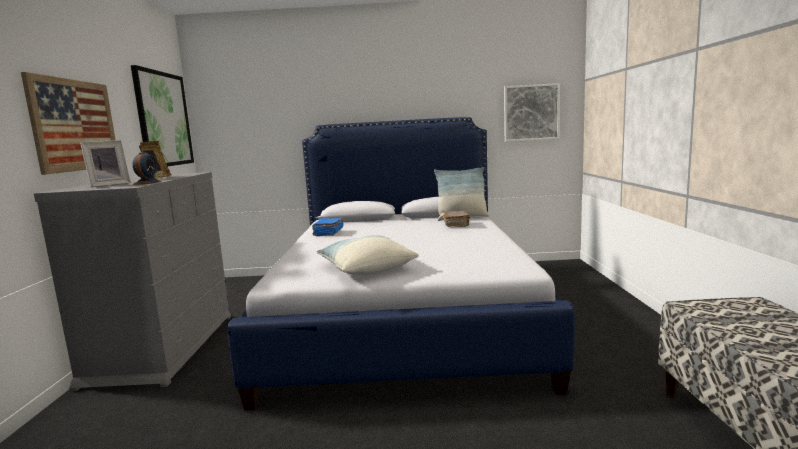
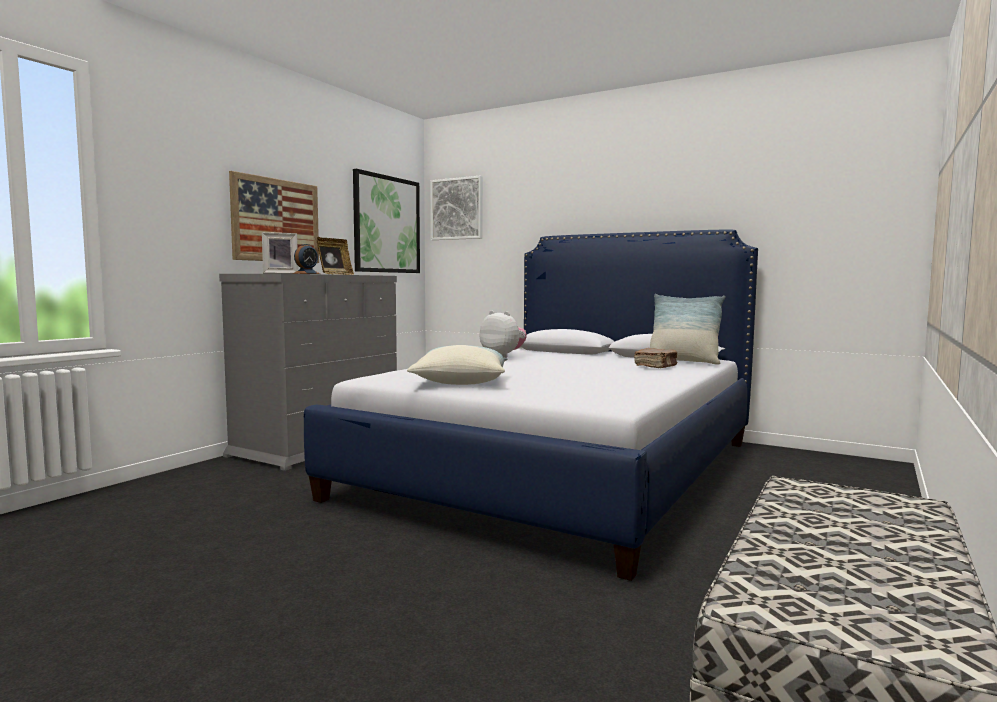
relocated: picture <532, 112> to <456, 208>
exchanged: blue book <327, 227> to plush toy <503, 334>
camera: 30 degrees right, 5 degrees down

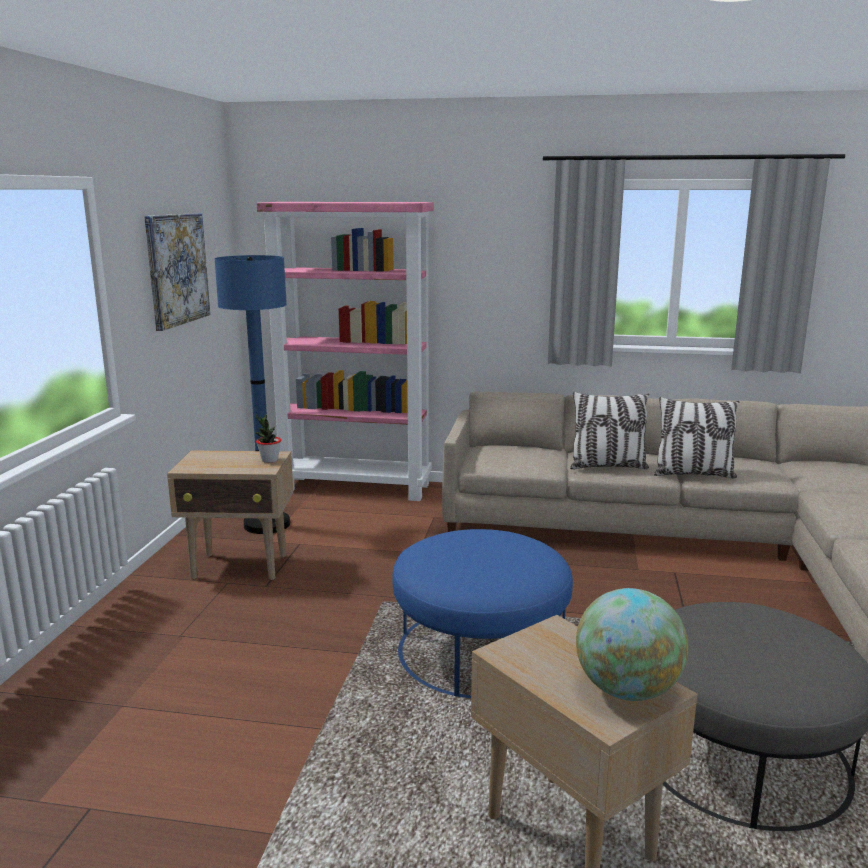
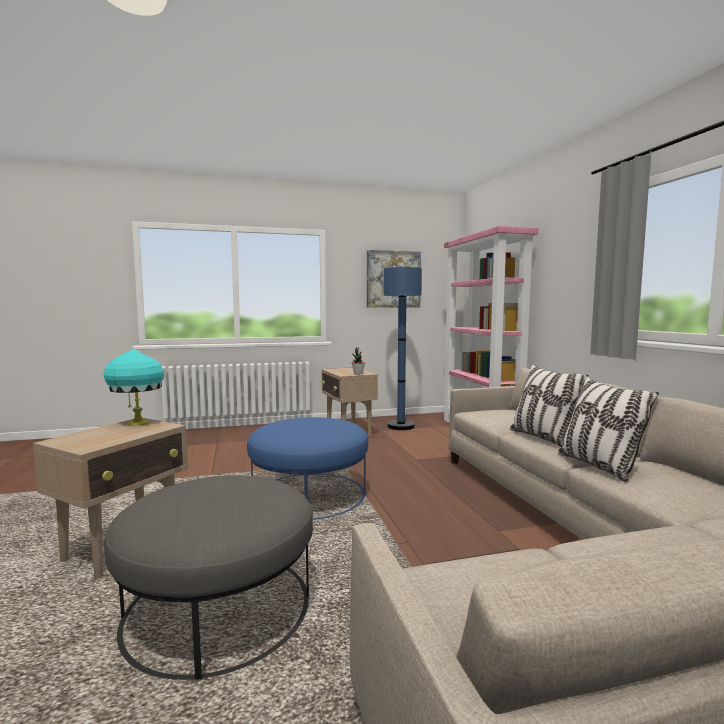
missing: globe <632, 644>
appeared: turquoise table lamp <134, 387>
camera: 65 degrees right, 10 degrees down

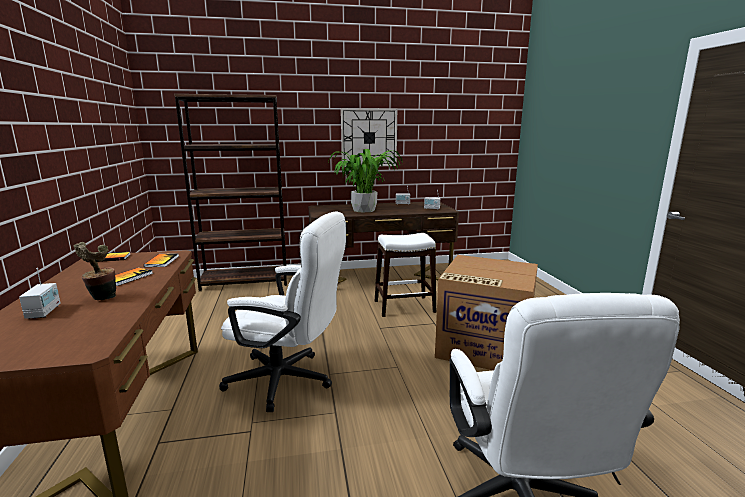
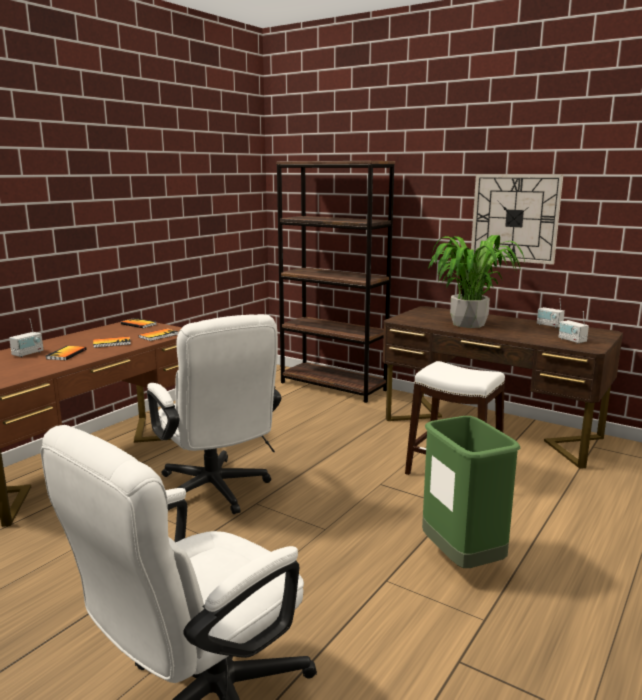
exchanged: potted plant <95, 271> to book <66, 353>; cardboard box <486, 312> to green trash can <471, 492>
camera: 45 degrees right, 0 degrees up

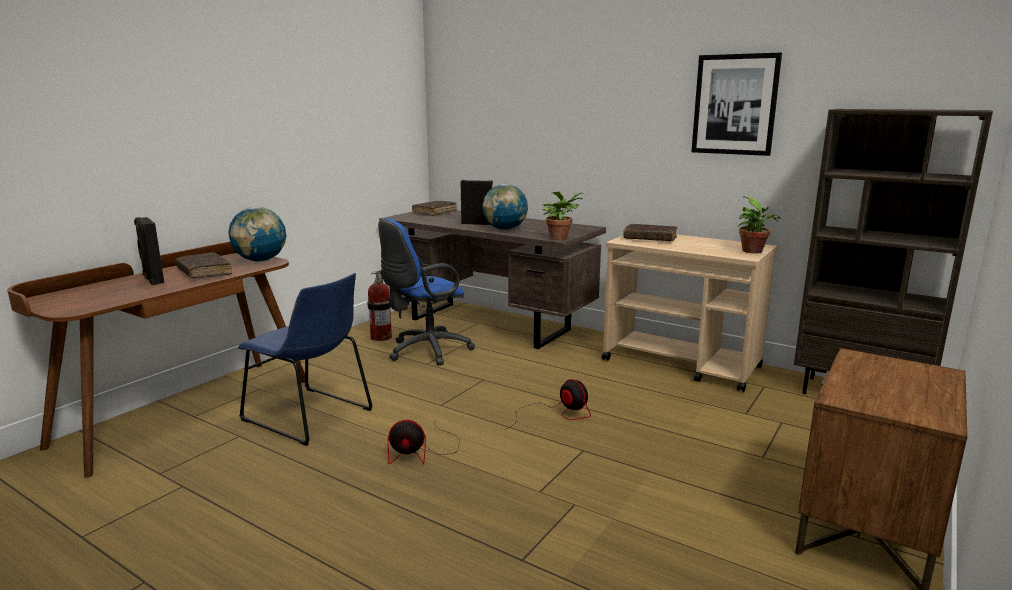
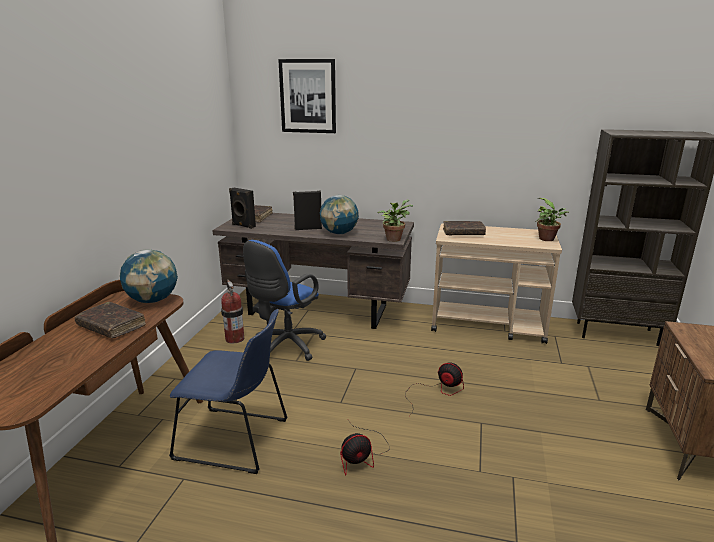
relocated: black speaker <149, 251> to <242, 208>; picture <736, 104> to <307, 96>
camera: 20 degrees left, 5 degrees up

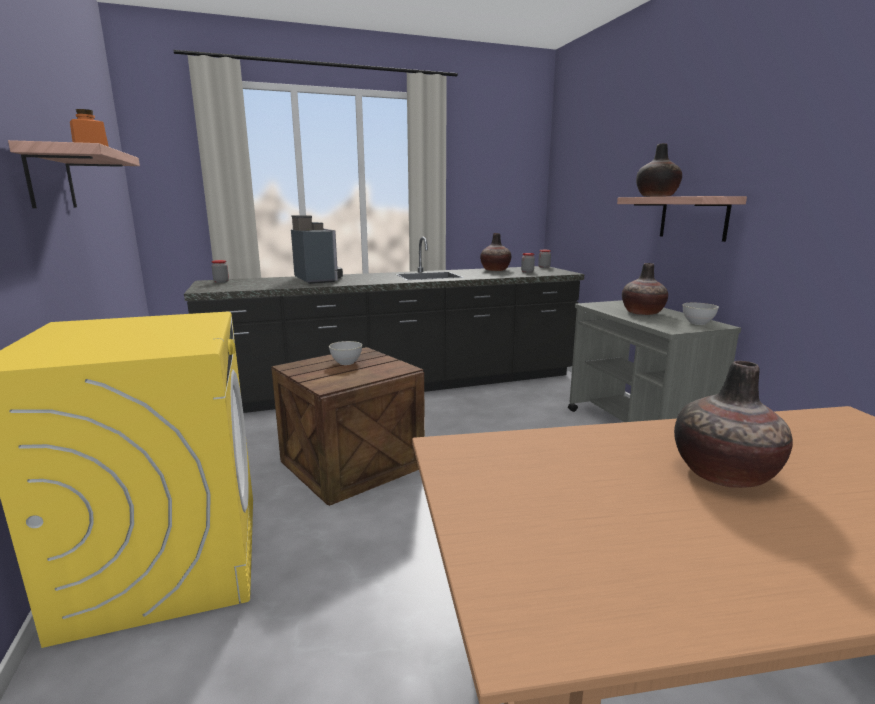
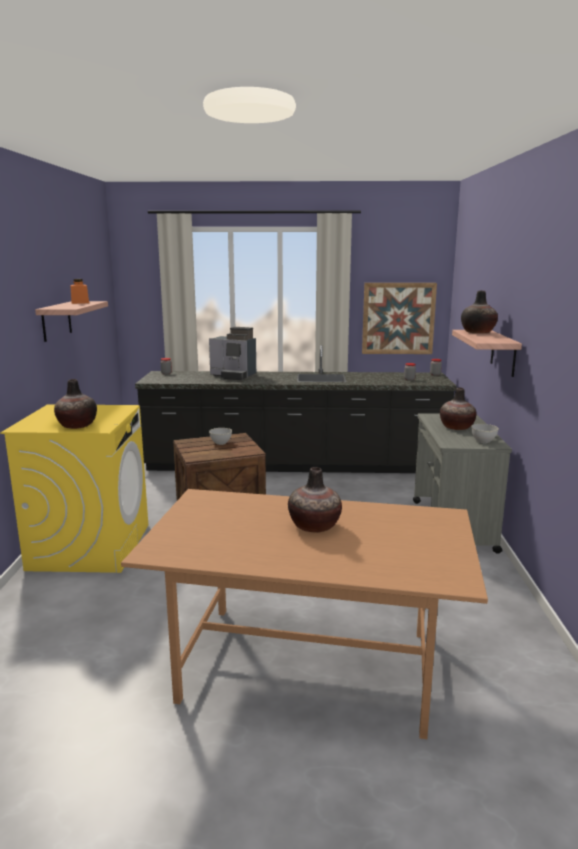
appeared: picture <399, 318>
relocated: vase <495, 252> to <75, 404>
spun: coffee machine <317, 249> = <232, 353> 120 degrees clockwise
camera: 20 degrees right, 0 degrees up

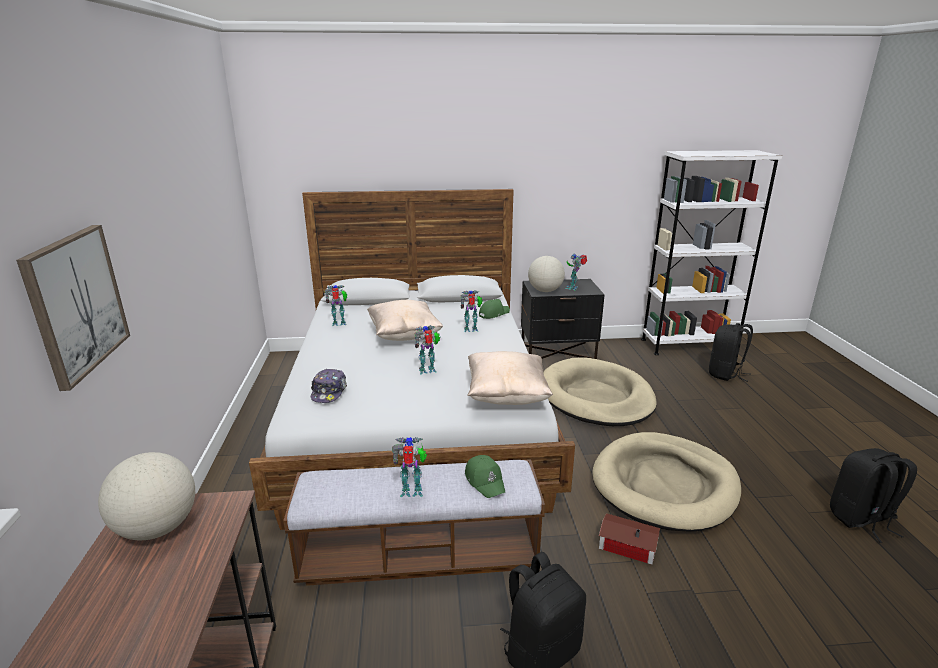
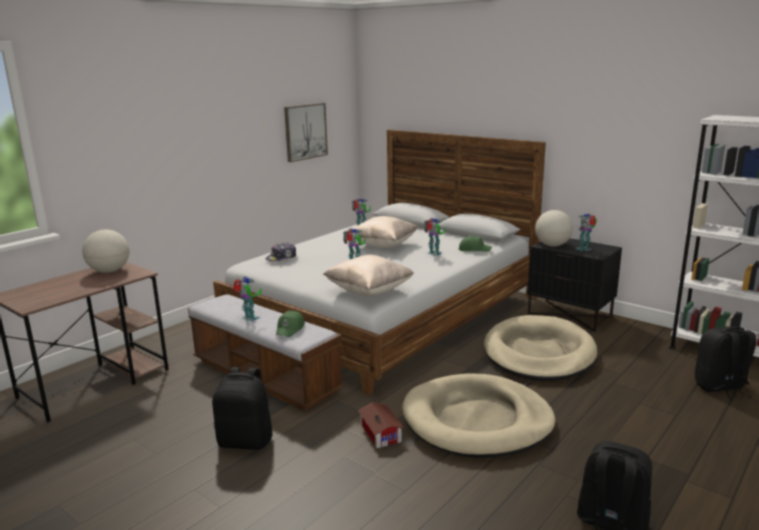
relocated: picture <73, 308> to <306, 132>
camera: 45 degrees right, 5 degrees down

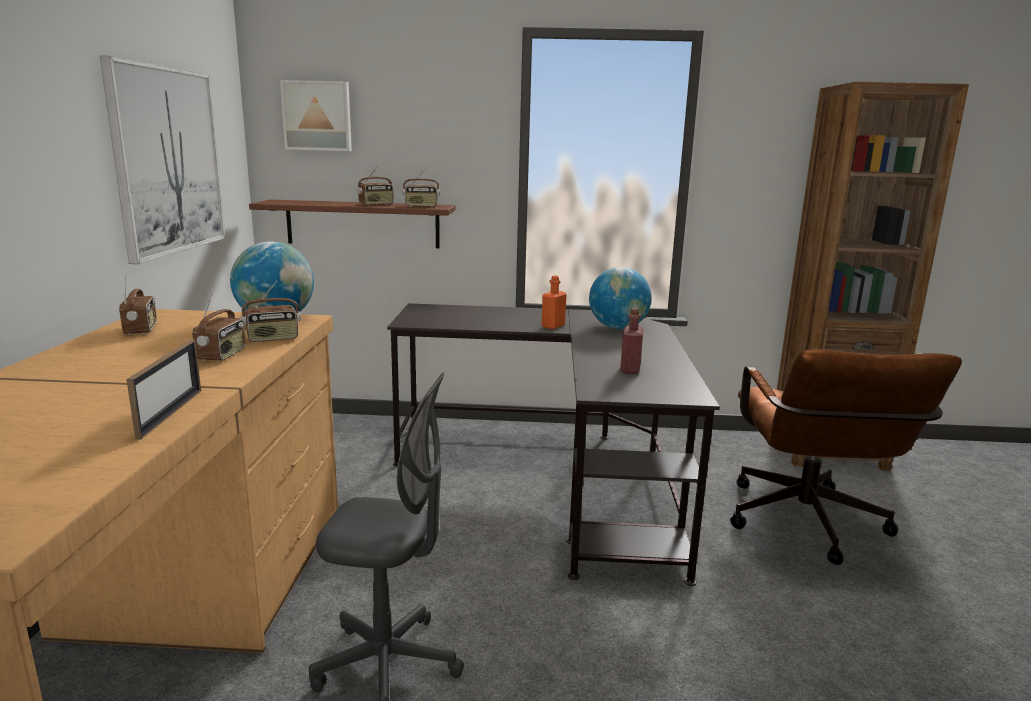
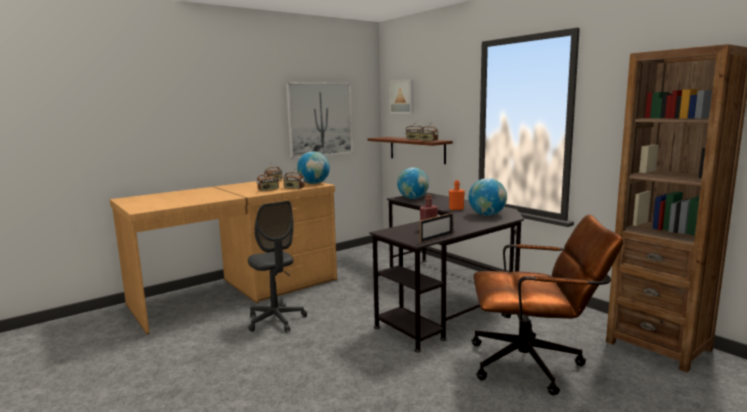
appeared: globe <413, 183>
relocated: picture frame <163, 390> to <436, 228>
spun: brown office chair <846, 457> = <547, 304> 135 degrees counterclockwise
camera: 50 degrees right, 5 degrees down

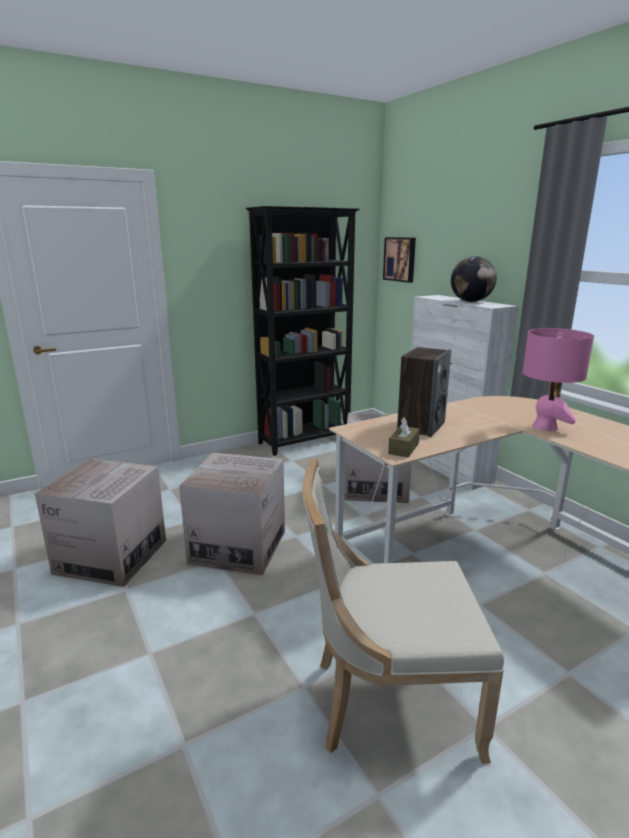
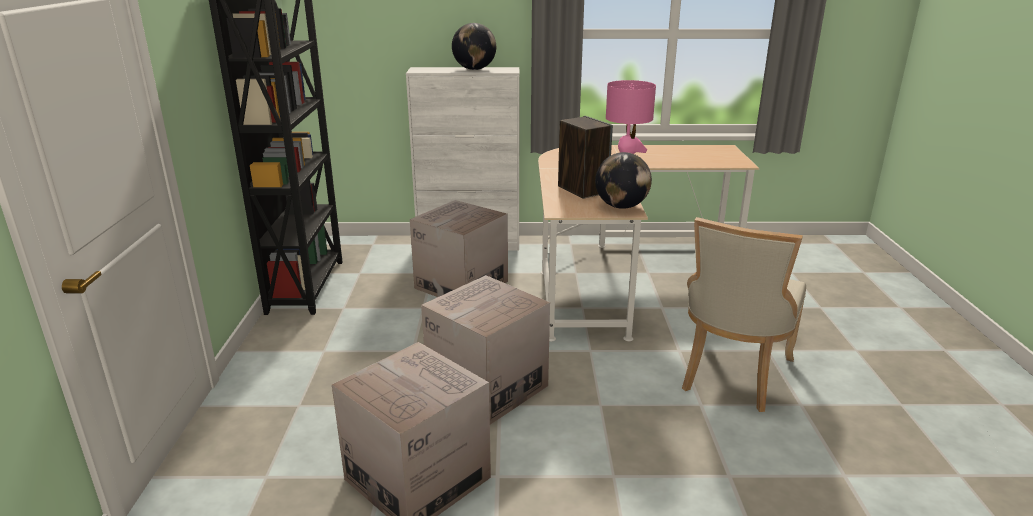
missing: picture <399, 260>
exchanged: brown tissue box <404, 438> to globe <623, 180>
camera: 60 degrees left, 5 degrees up

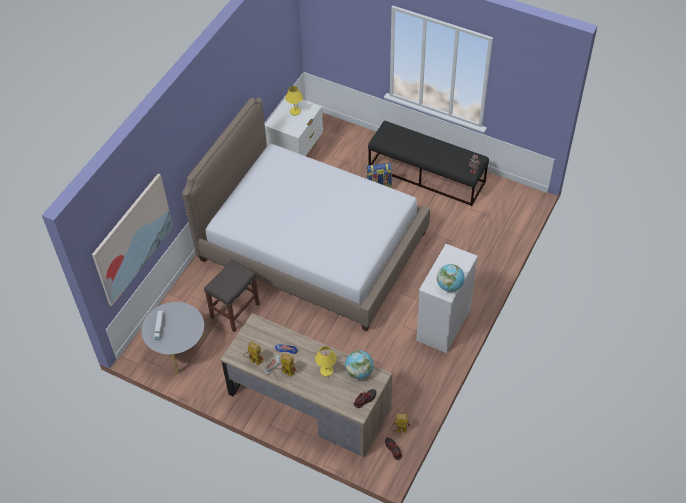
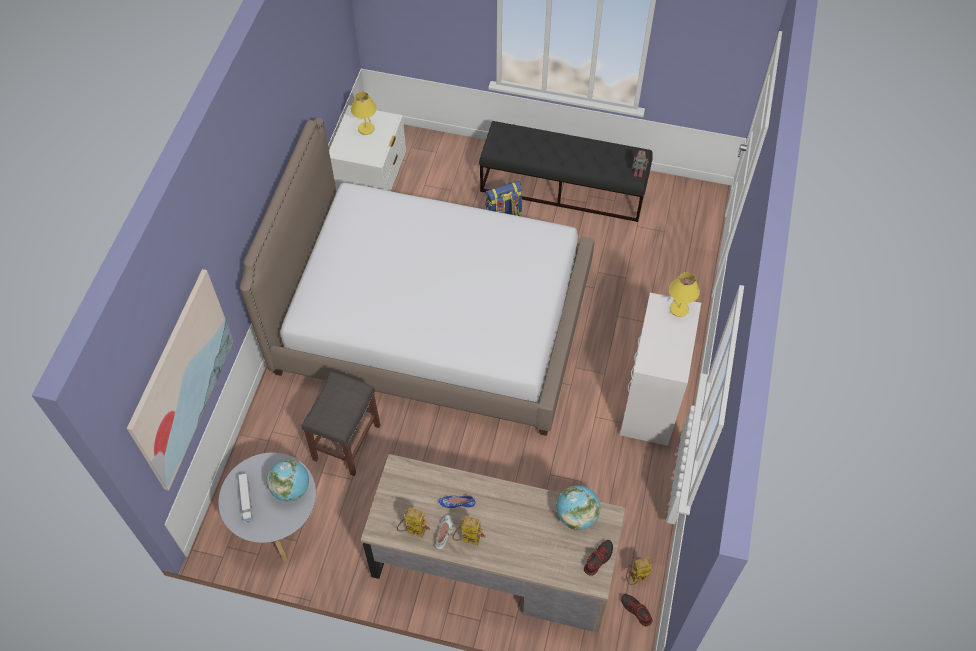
relocated: yellow table lamp <326, 361> to <684, 294>; globe <451, 278> to <288, 480>
camera: 15 degrees left, 5 degrees up

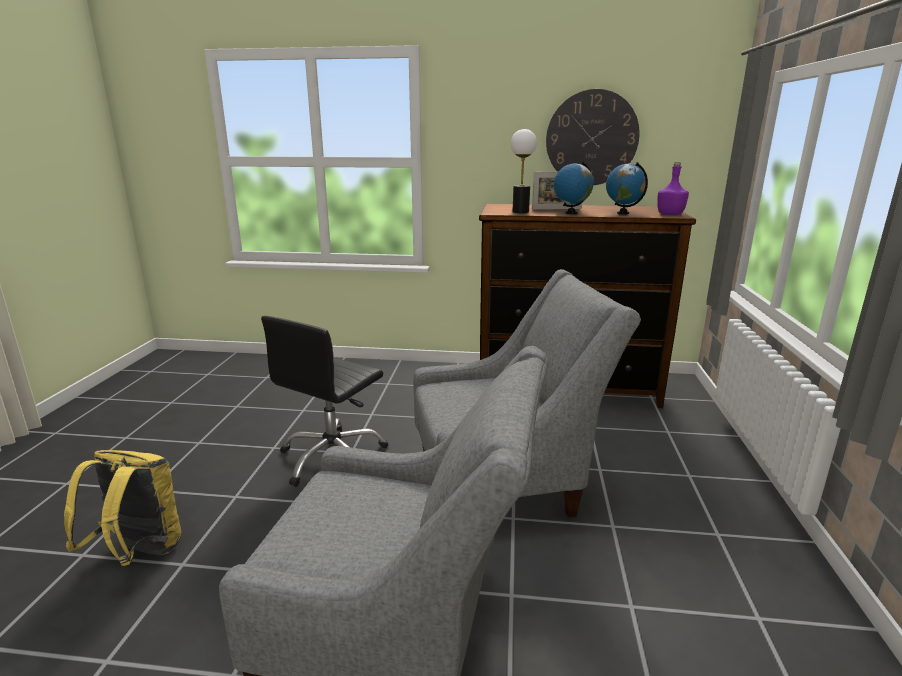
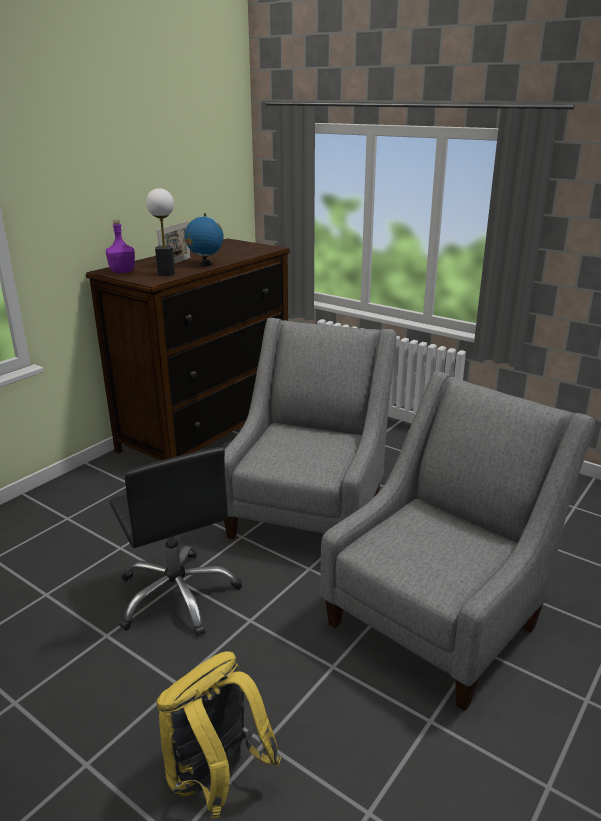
missing: wall clock <593, 137>; globe <627, 188>
relocated: purple bottle <673, 188> to <120, 246>
camera: 60 degrees left, 5 degrees up

